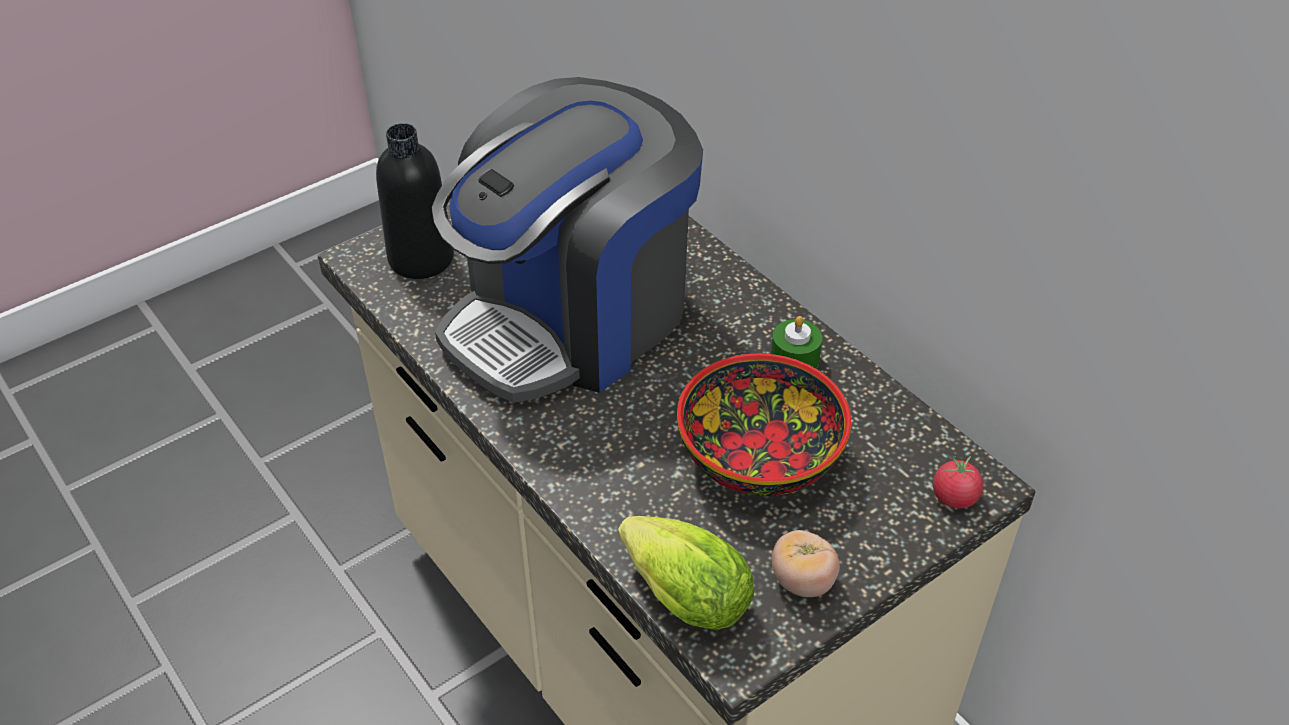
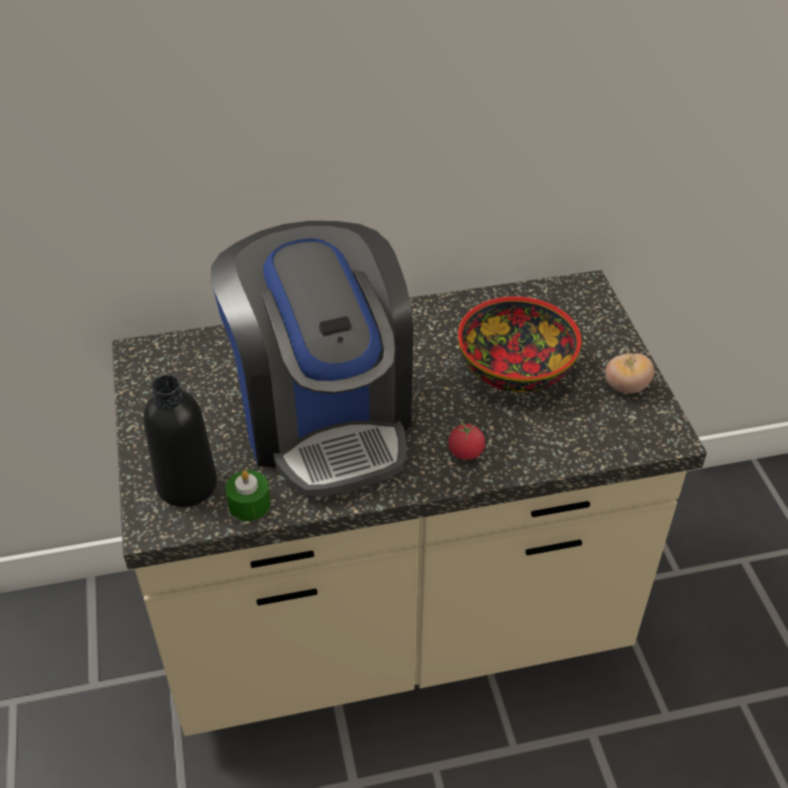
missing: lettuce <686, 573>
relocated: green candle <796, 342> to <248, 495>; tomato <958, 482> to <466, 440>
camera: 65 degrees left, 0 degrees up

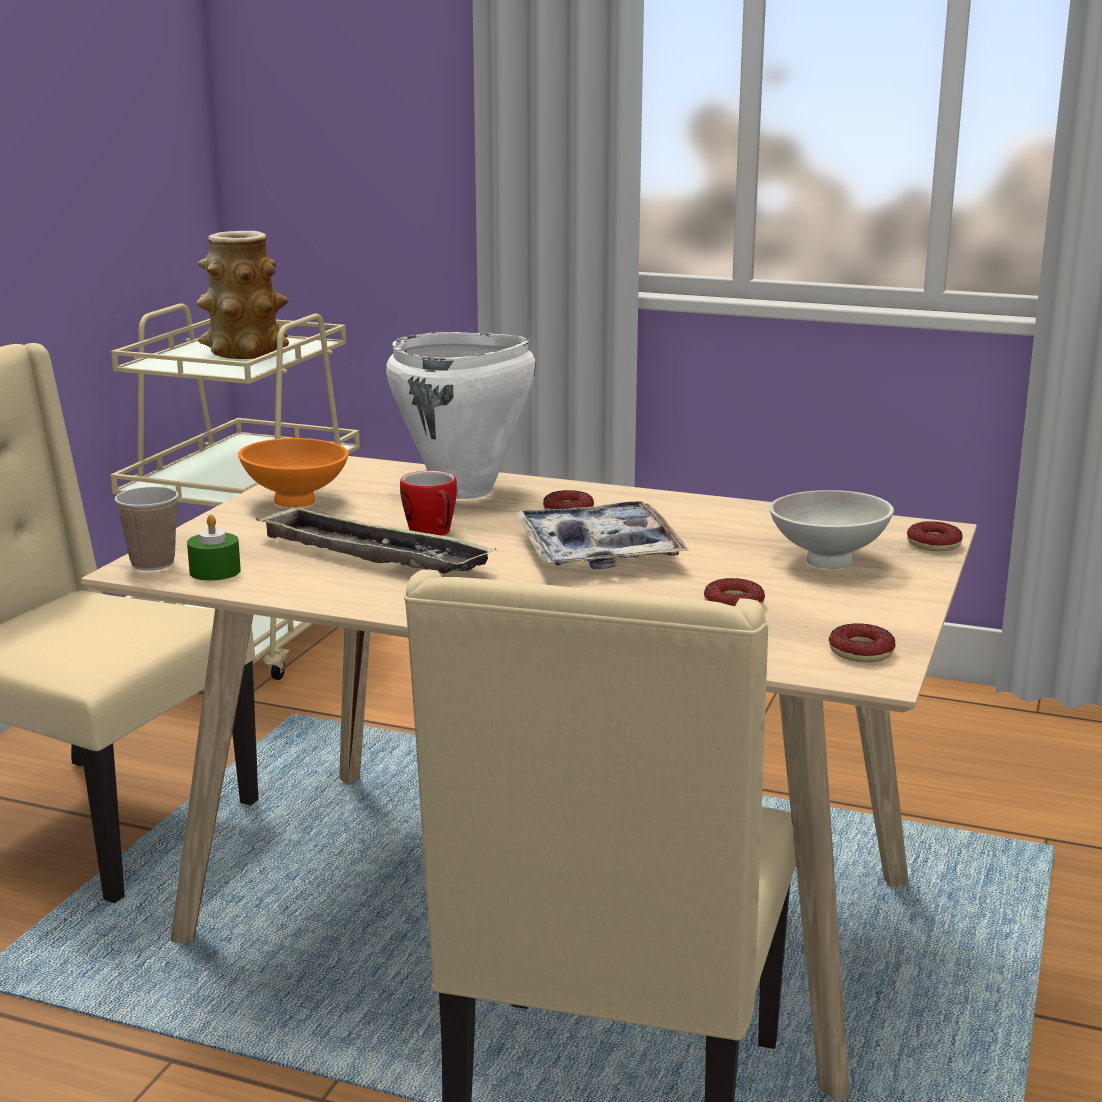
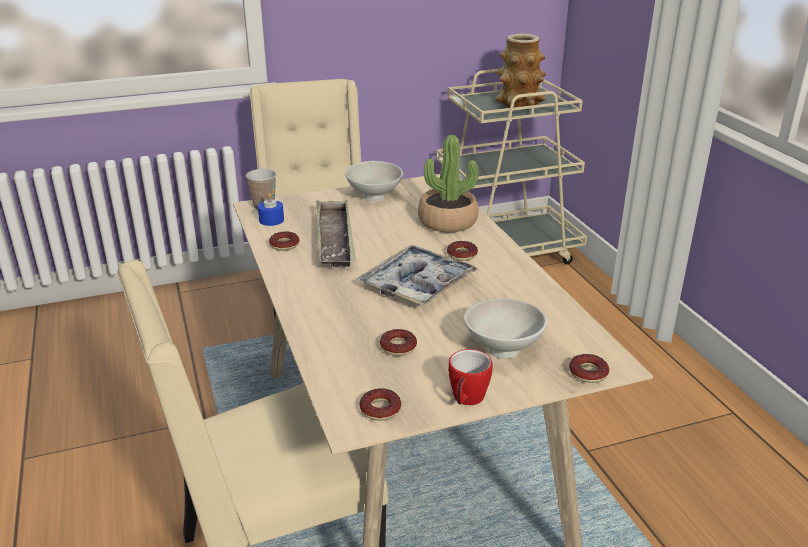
appeared: donut <284, 241>
relocated: mug <428, 503> to <470, 377>
exchanged: white cooking pot <461, 415> to potted plant <448, 183>
colour: green candle <214, 547> to blue candle <271, 209>; orange bowl <293, 472> to white bowl <374, 181>
camera: 50 degrees right, 10 degrees up

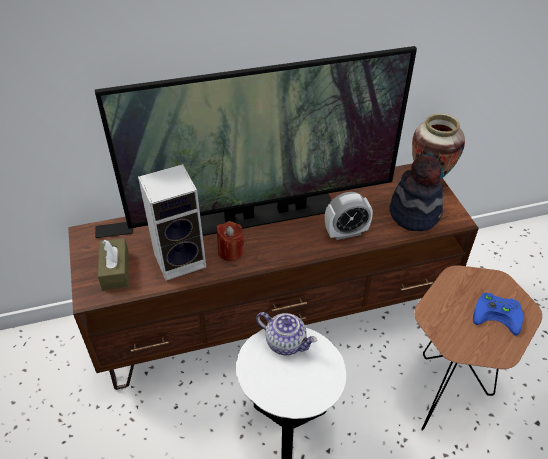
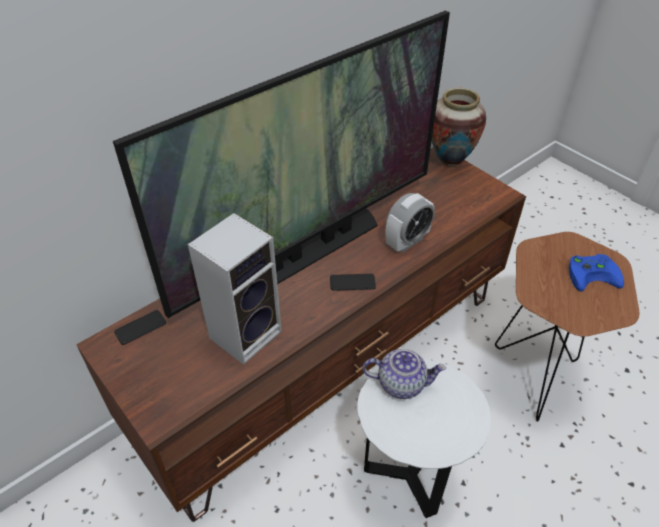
missing: brown tissue box <113, 264>; red candle <230, 241>; hat <416, 193>
appeared: phone <353, 282>
camera: 25 degrees left, 0 degrees up

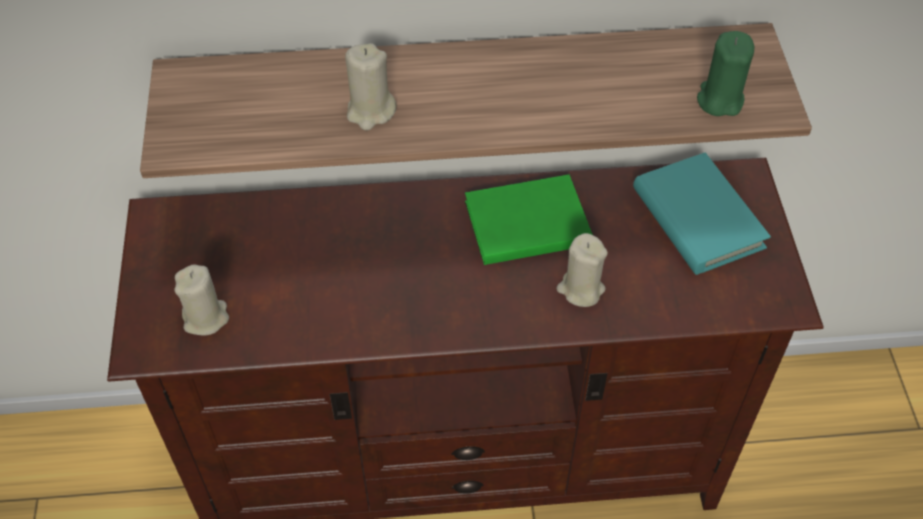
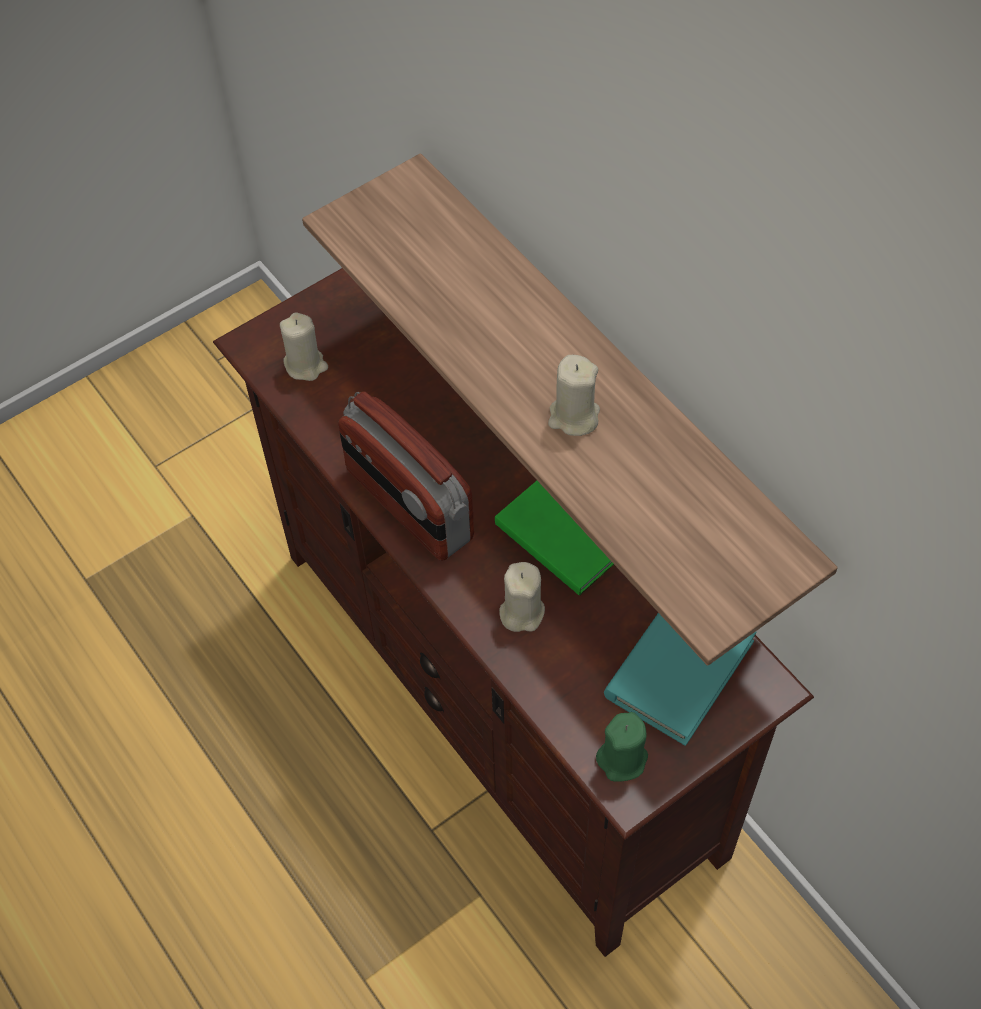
appeared: radio <406, 476>
relocated: beige candle <371, 87> to <574, 395>; green candle <725, 73> to <622, 747>
camera: 60 degrees right, 5 degrees up

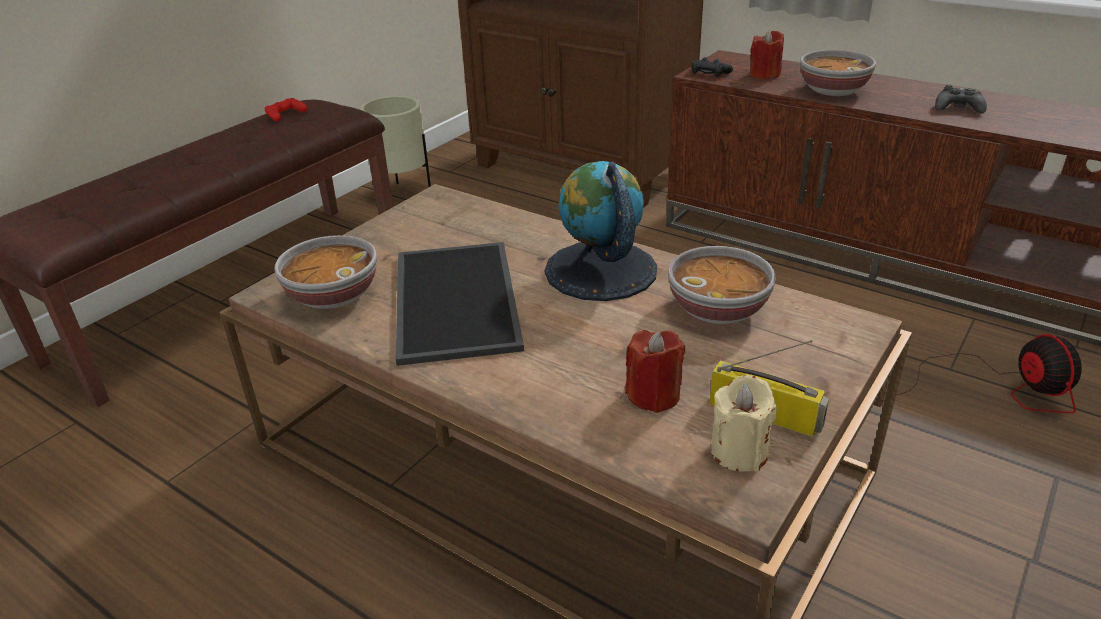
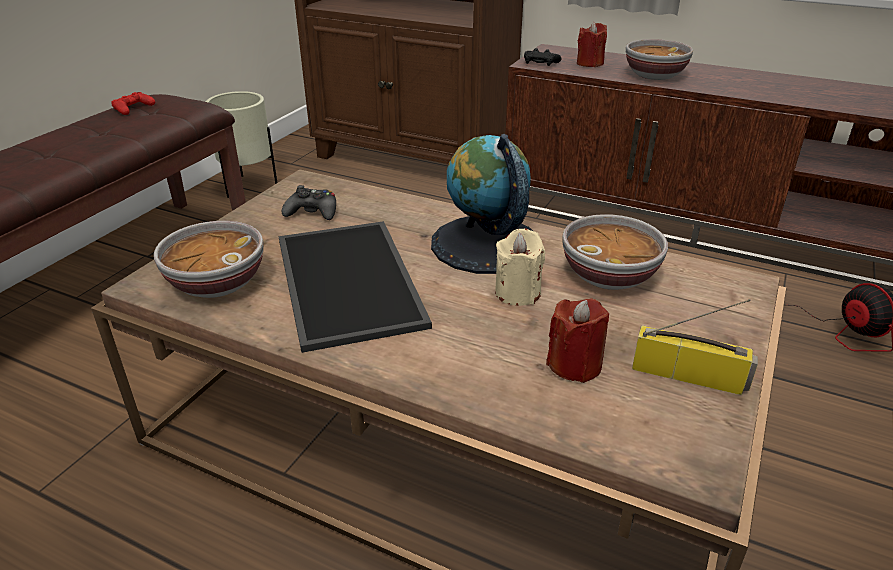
relocated: beige candle <744, 423> to <520, 267>; black game controller <961, 98> to <309, 202>
camera: 10 degrees left, 0 degrees up

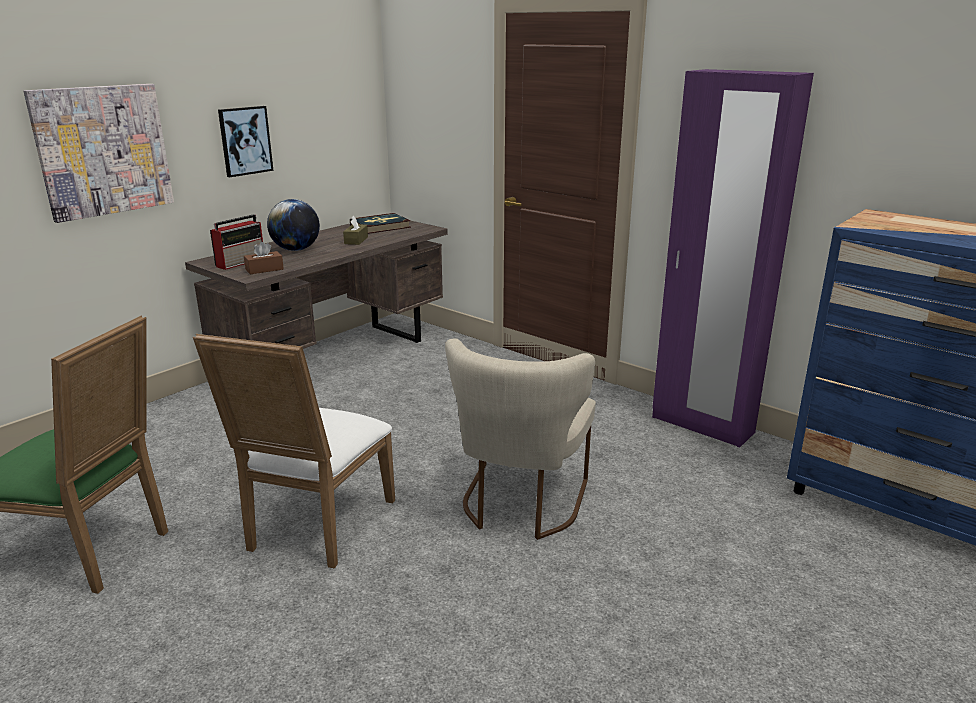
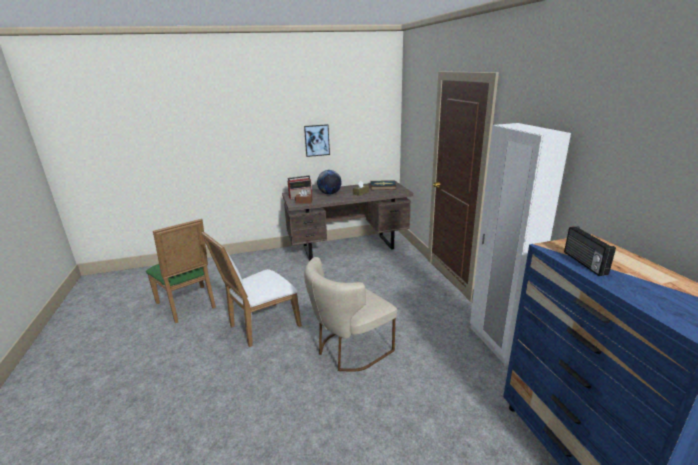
missing: picture <98, 153>
appeared: radio <590, 251>
colour: purple wardrobe <733, 258> to white wardrobe <520, 244>
camera: 35 degrees right, 0 degrees up

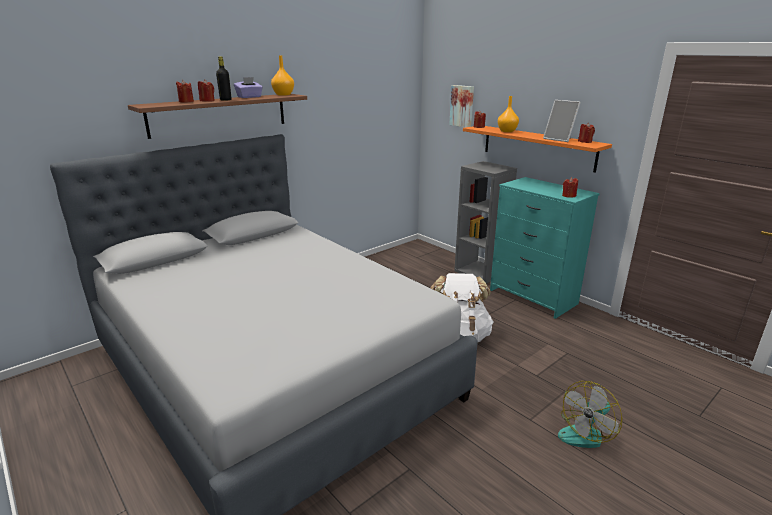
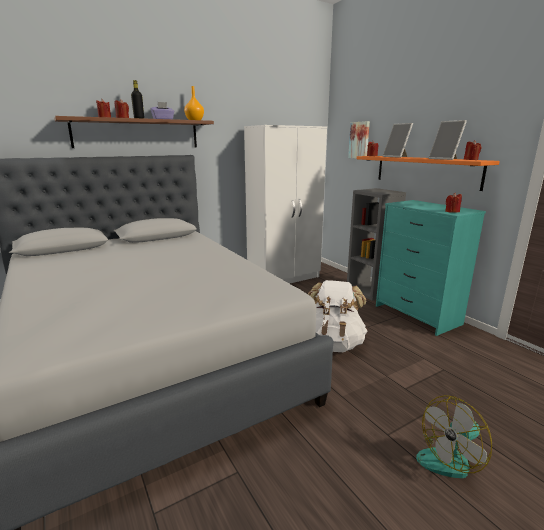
appeared: white wardrobe <285, 204>
exchanged: orange vase <508, 114> to picture frame <398, 140>
camera: 10 degrees right, 5 degrees down

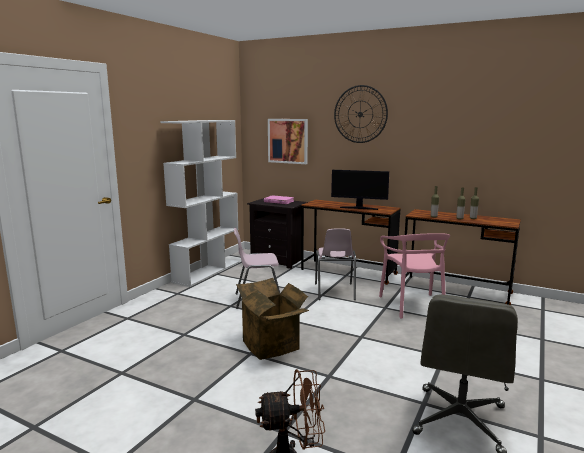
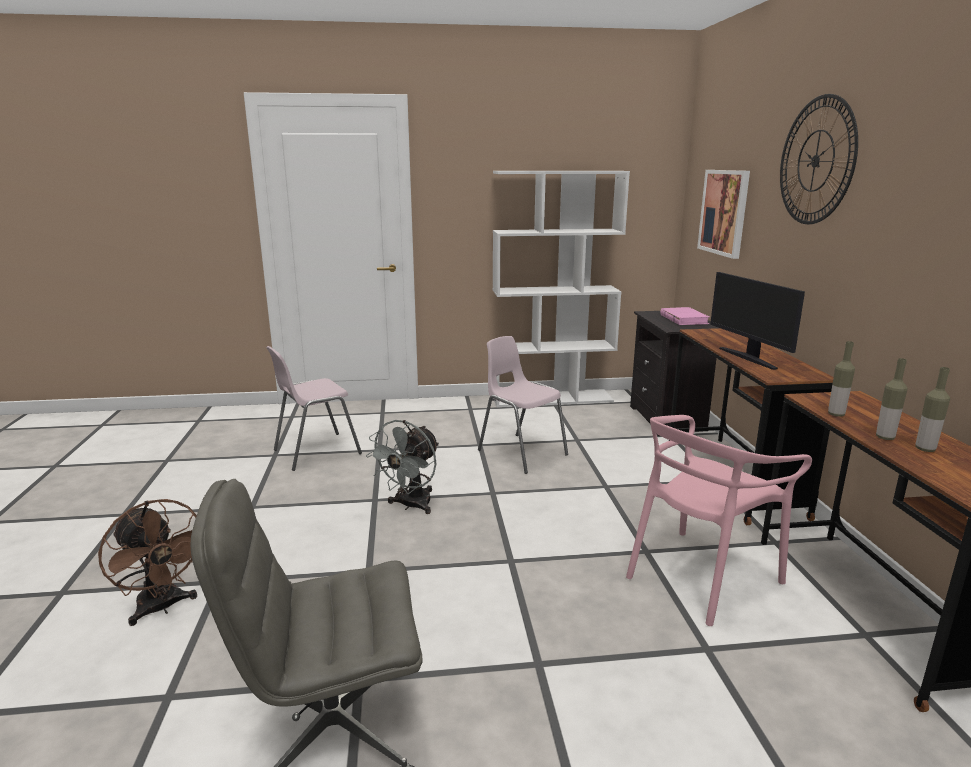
relocated: pink chair <335, 264> to <314, 408>
exchanged: cardboard box <272, 319> to grey fan <402, 467>
camera: 55 degrees right, 5 degrees up

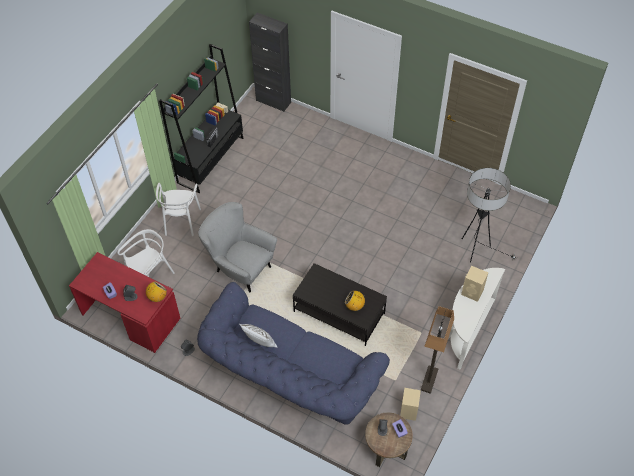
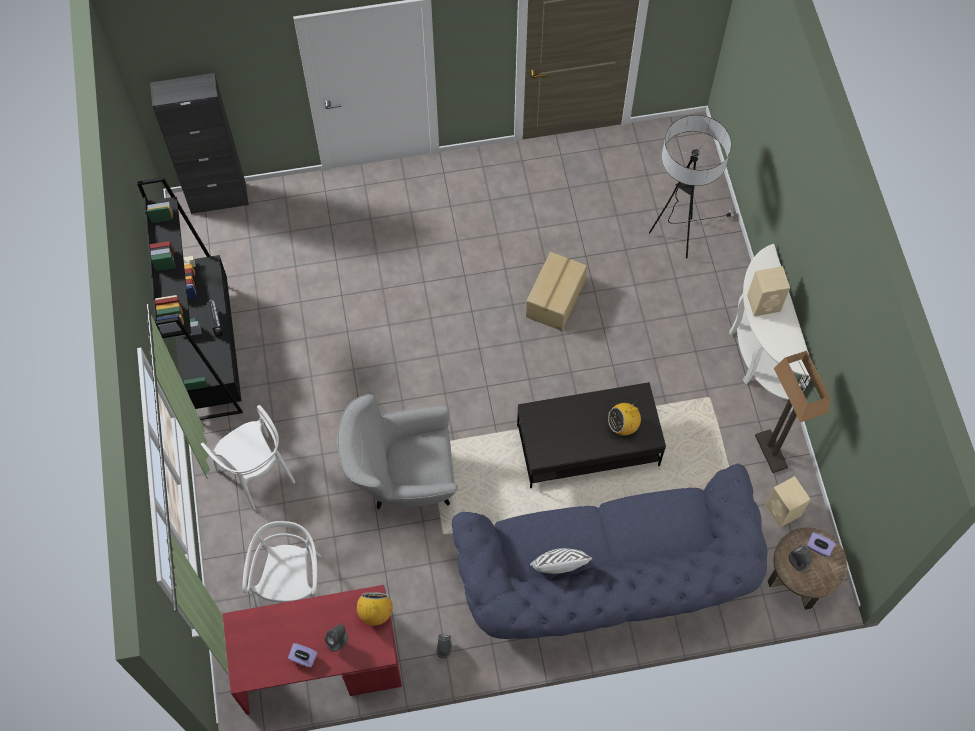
appeared: cardboard box <556, 291>
camera: 40 degrees left, 10 degrees up

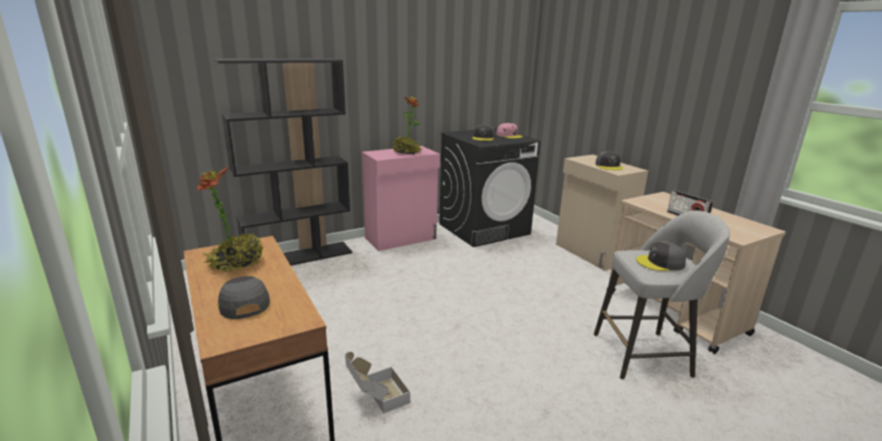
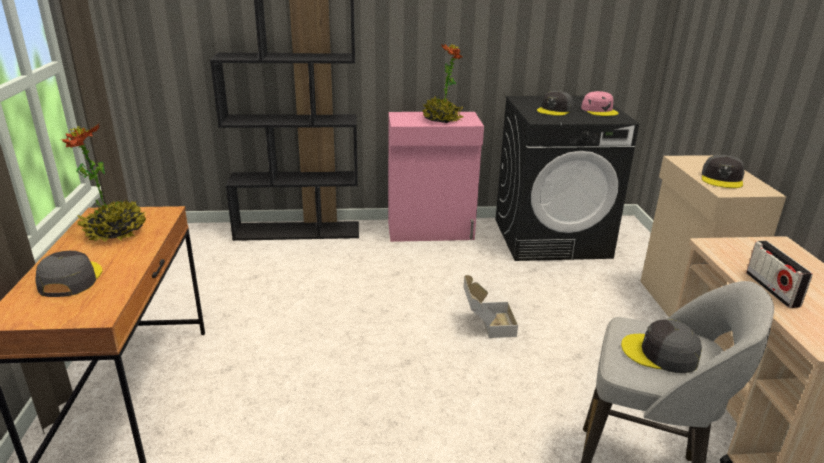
relocated: cardboard box <377, 383> to <491, 306>
camera: 25 degrees right, 5 degrees up

